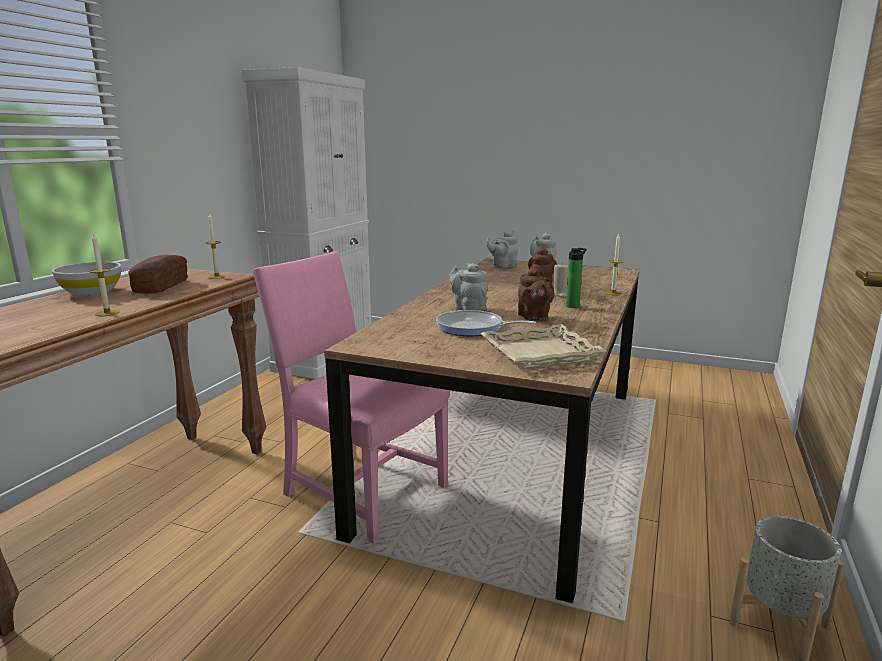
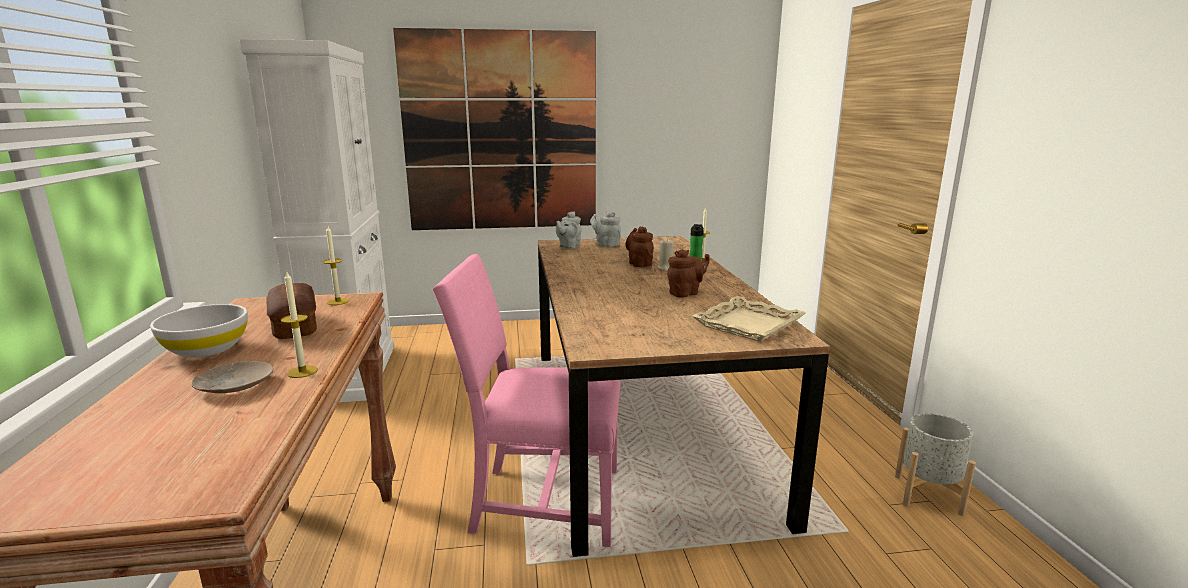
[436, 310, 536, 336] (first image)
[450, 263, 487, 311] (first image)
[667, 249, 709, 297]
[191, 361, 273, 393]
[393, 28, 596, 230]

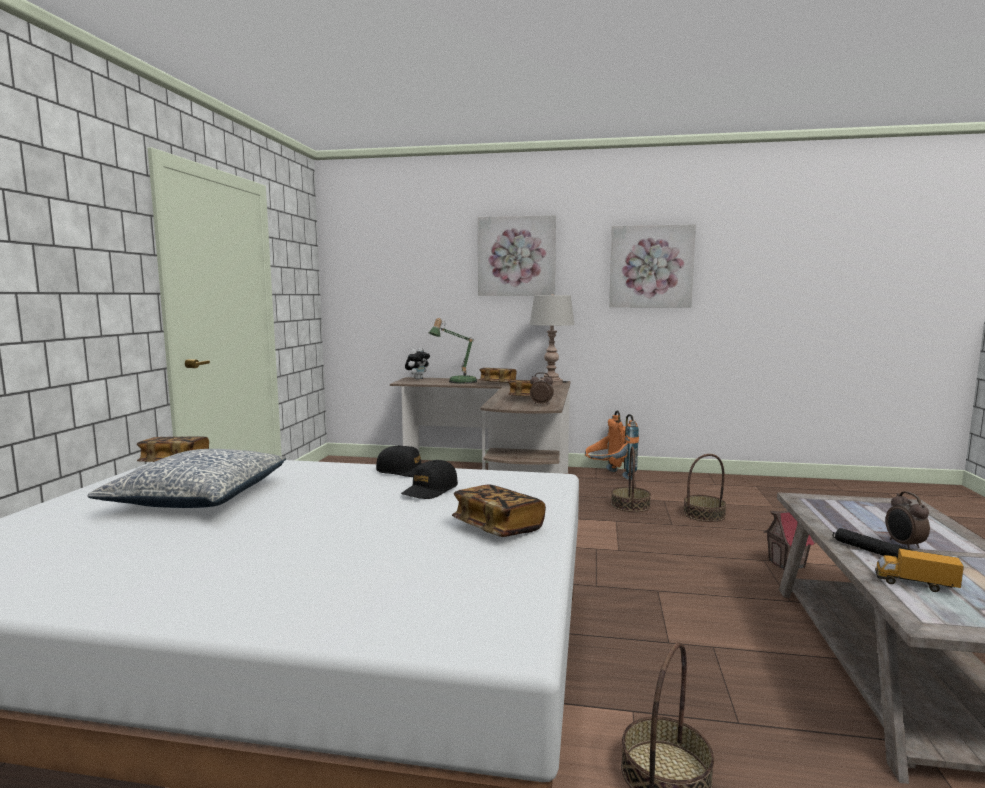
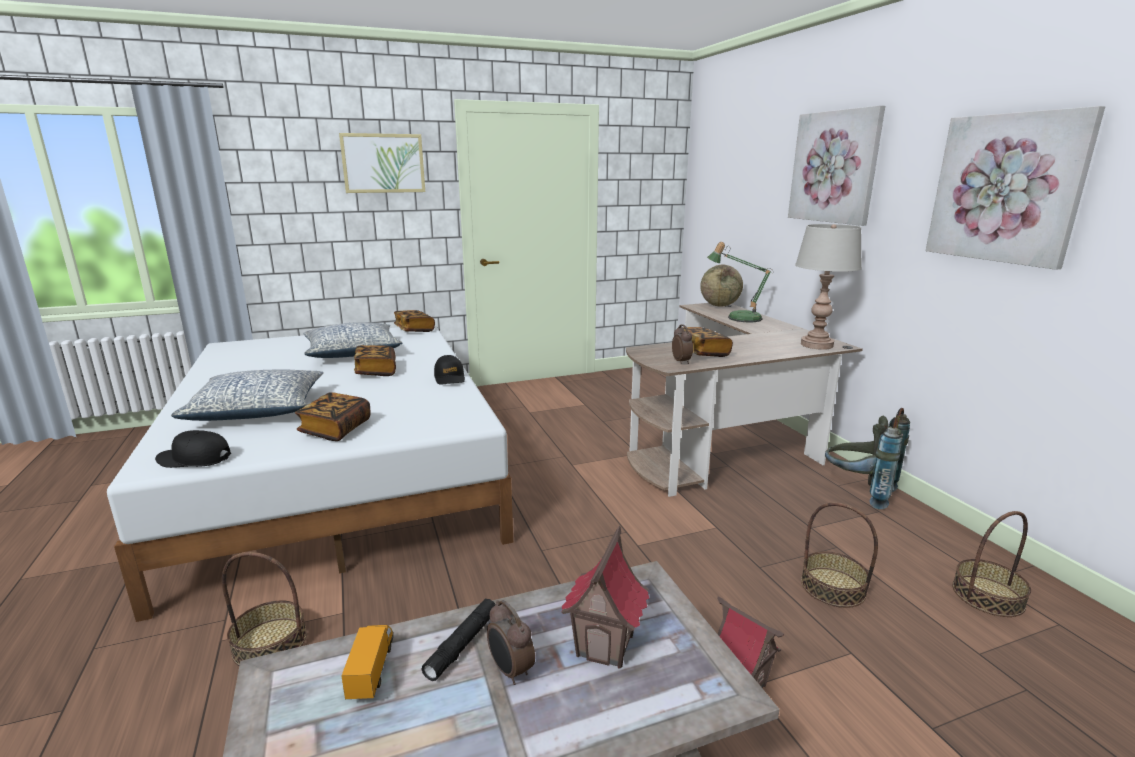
[155, 430, 231, 468]
[700, 265, 743, 307]
[354, 345, 396, 376]
[825, 408, 910, 509]
[952, 511, 1031, 617]
[487, 600, 535, 685]
[171, 370, 324, 421]
[339, 133, 425, 193]
[561, 526, 649, 669]

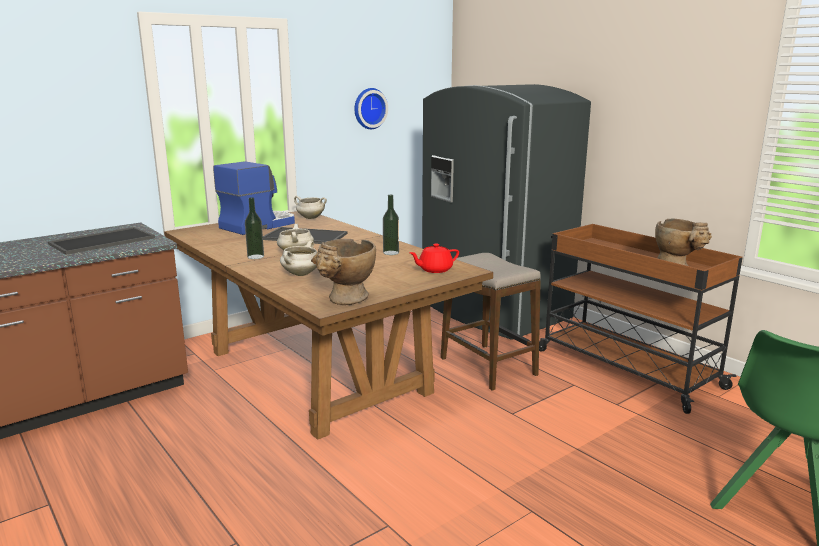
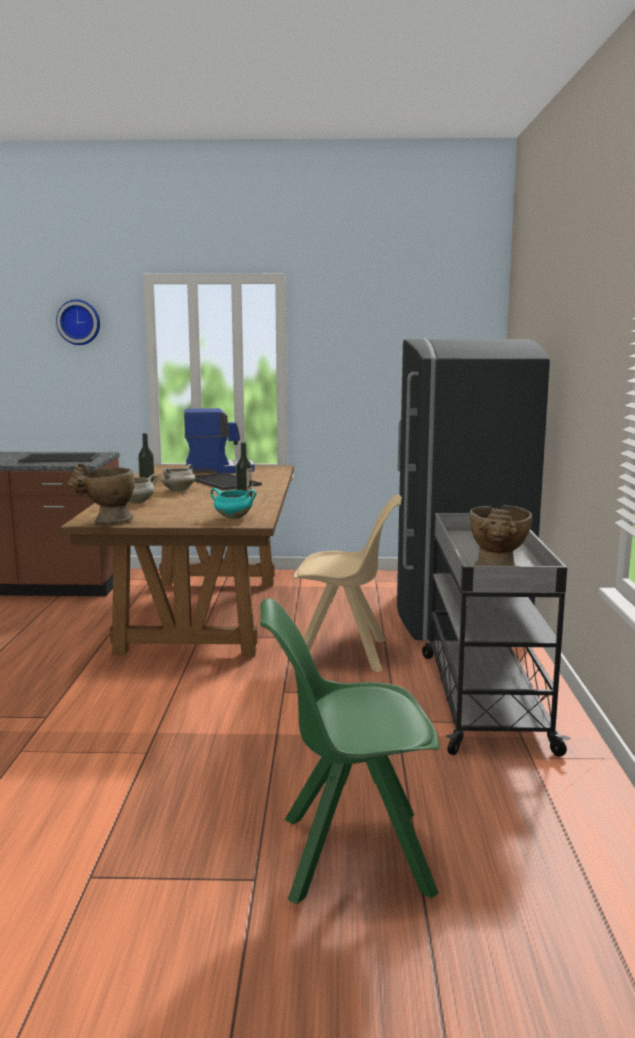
[294, 196, 327, 219] (first image)
[56, 299, 100, 345]
[210, 488, 256, 519]
[293, 494, 402, 672]
[422, 513, 571, 757]

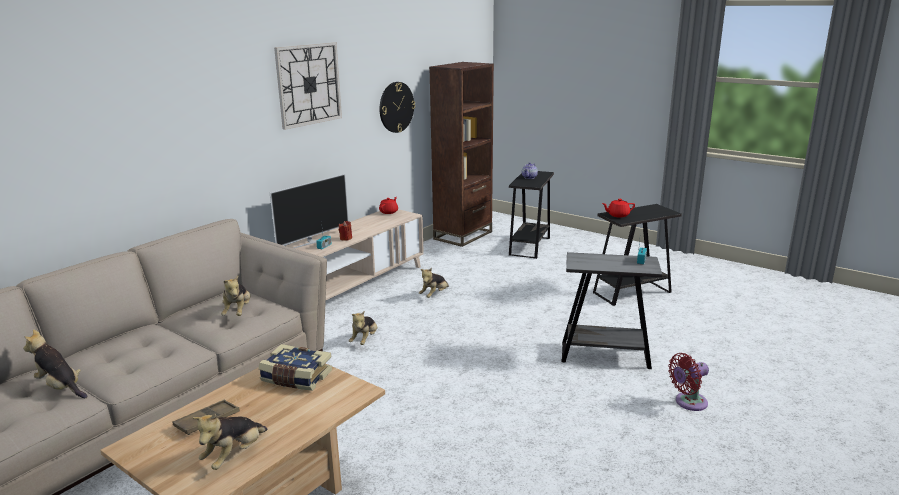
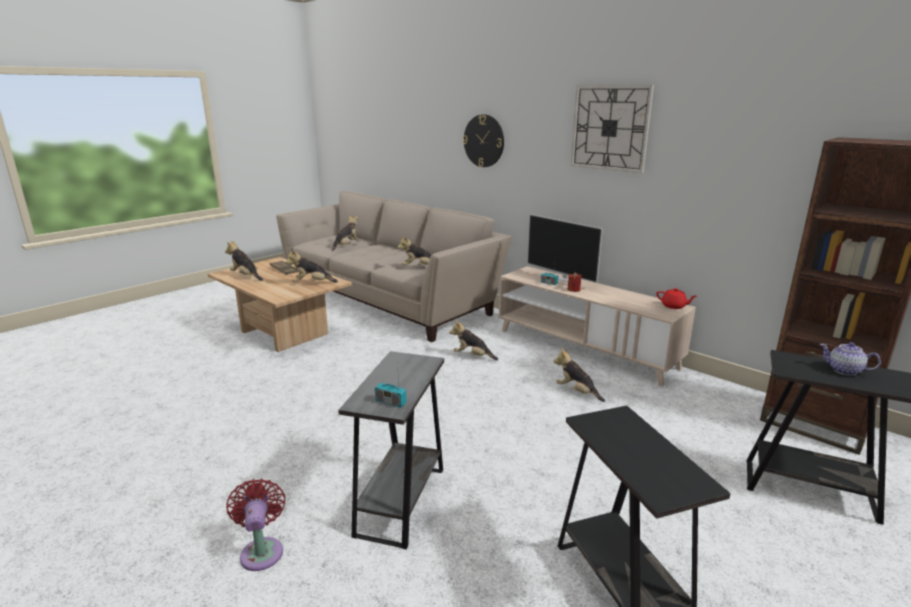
[285, 250, 338, 283]
[463, 115, 504, 167]
[602, 199, 635, 217] (first image)

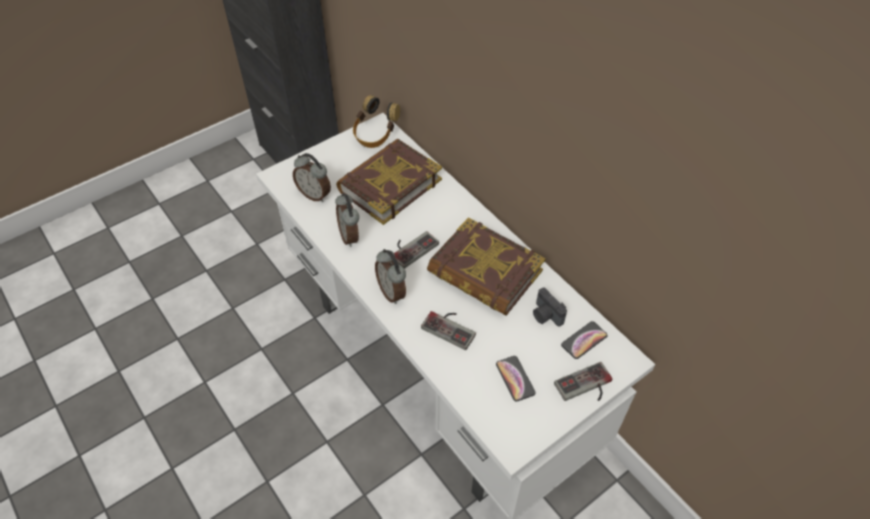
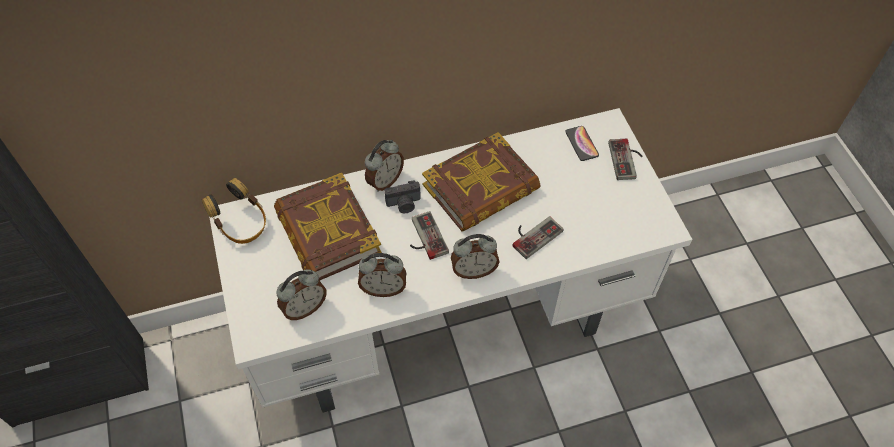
[496, 356, 536, 402] (first image)
[384, 181, 421, 213]
[365, 140, 404, 192]

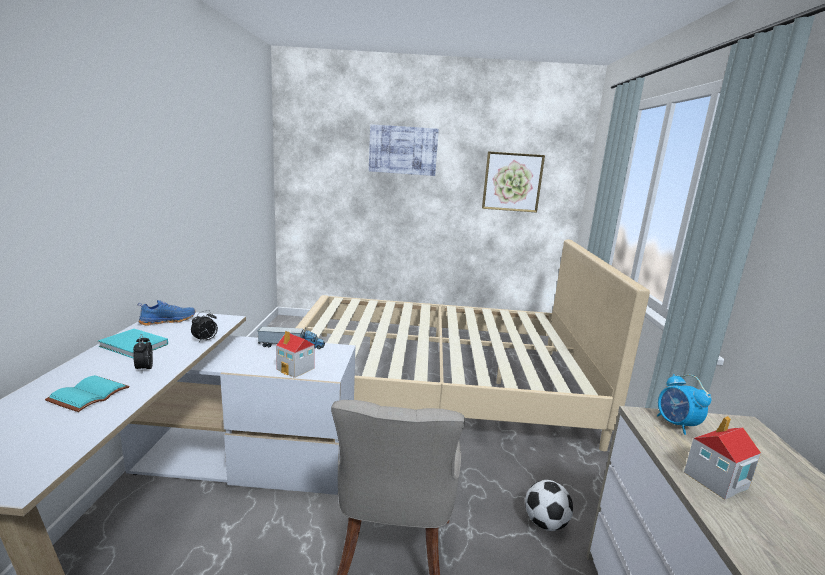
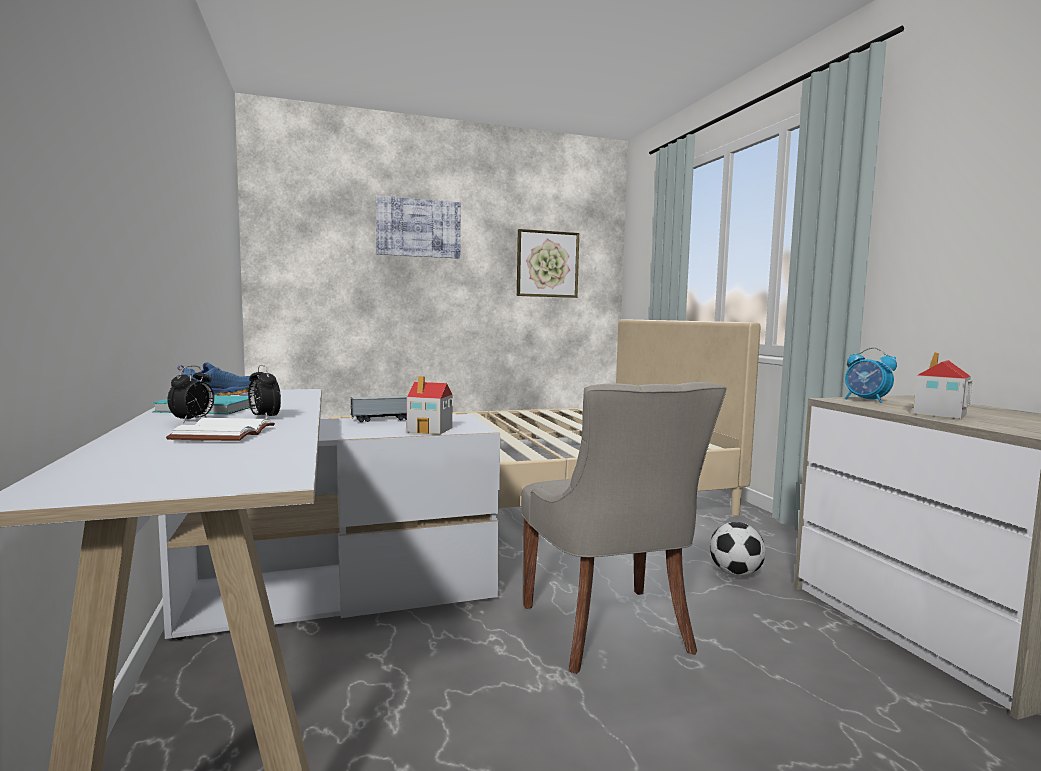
[166, 418, 275, 441]
[168, 365, 214, 423]

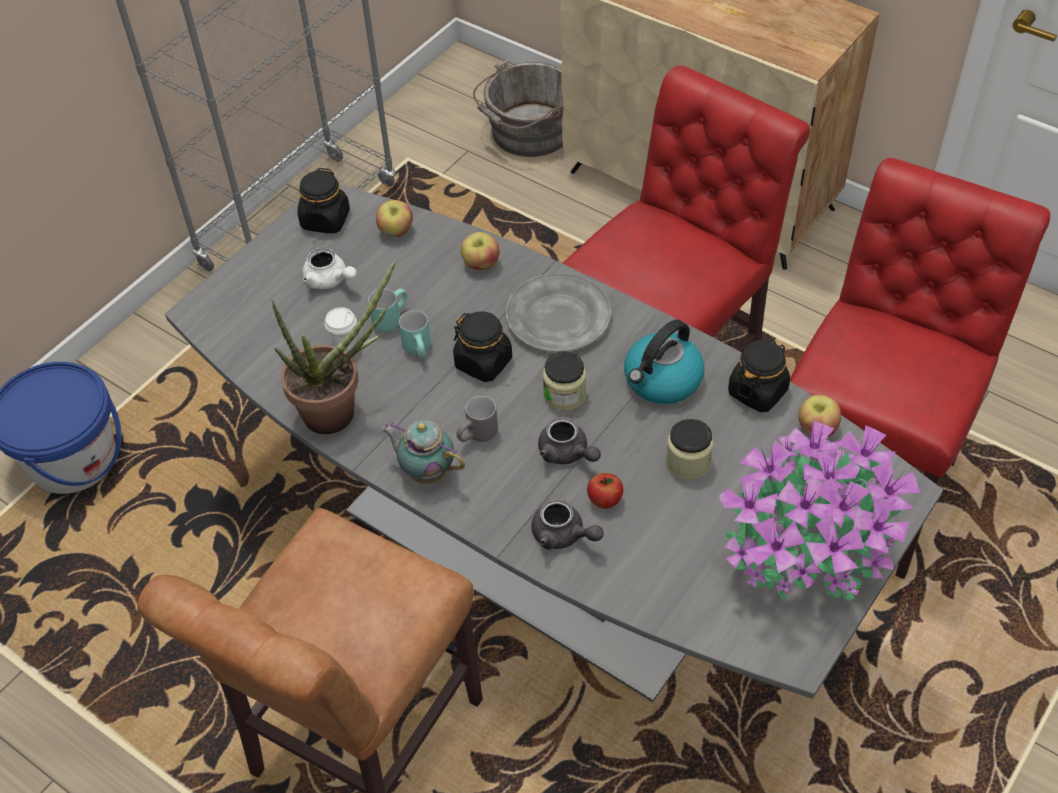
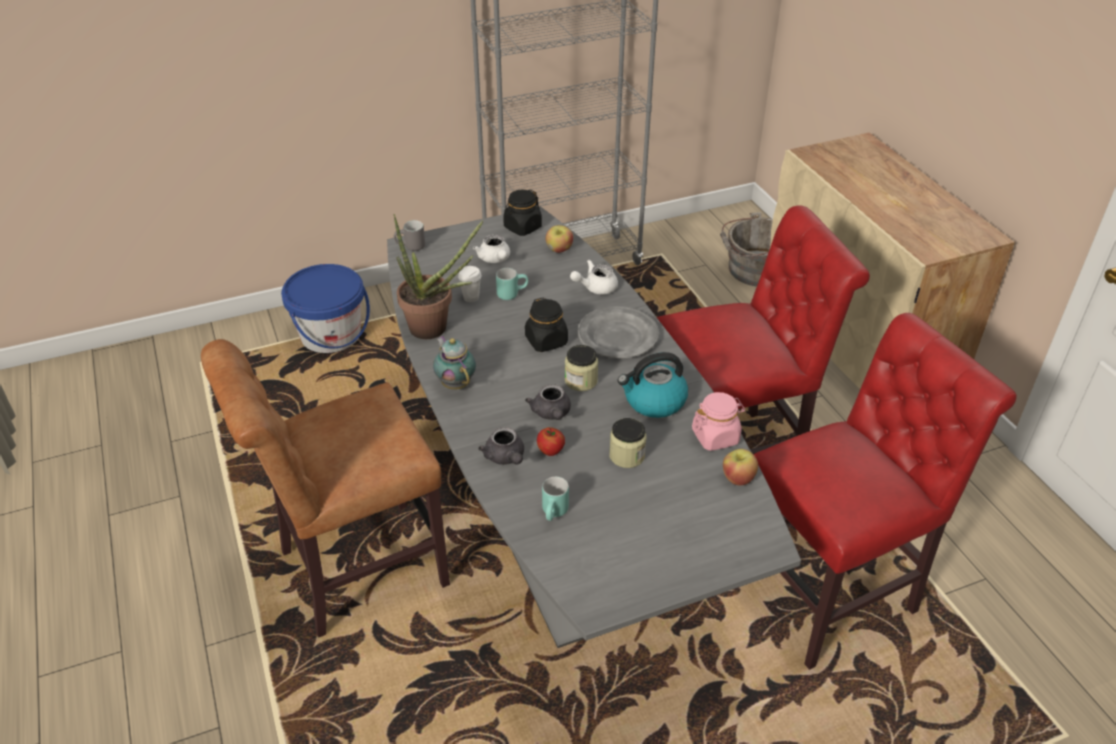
[542, 477, 569, 521]
[394, 220, 425, 251]
[570, 260, 618, 295]
[719, 418, 920, 601] (first image)
[692, 392, 745, 451]

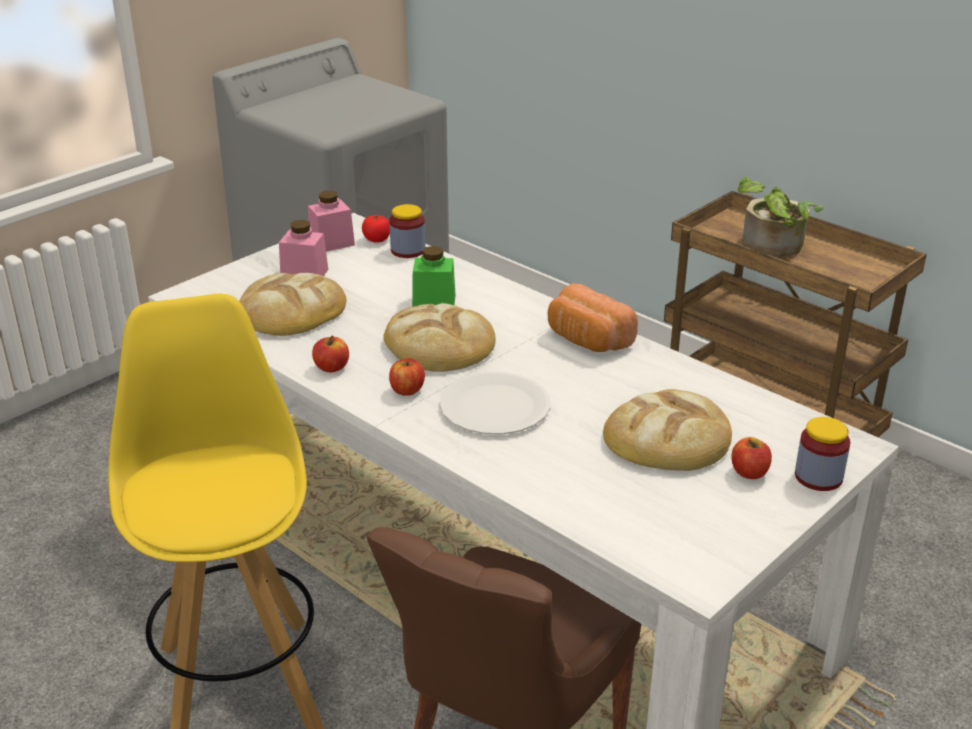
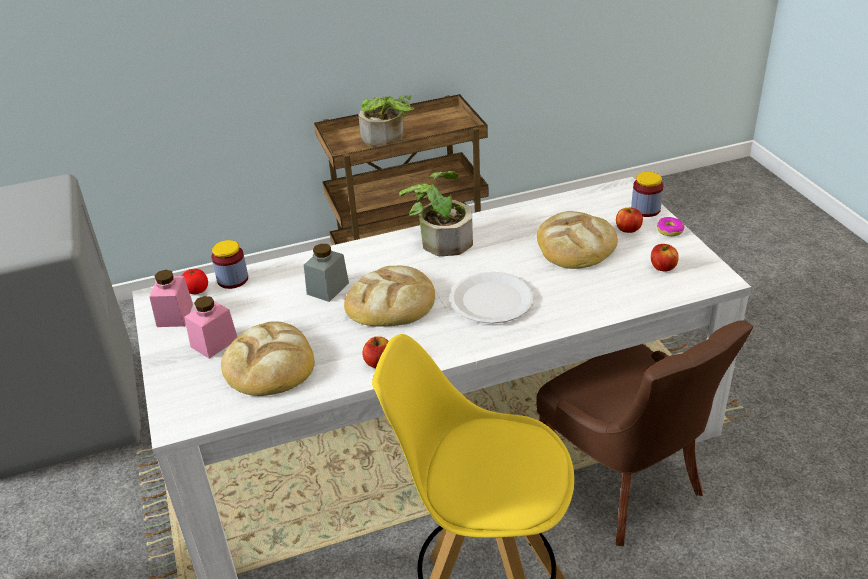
[651, 244, 679, 272]
[304, 244, 349, 302]
[399, 171, 473, 256]
[657, 217, 685, 236]

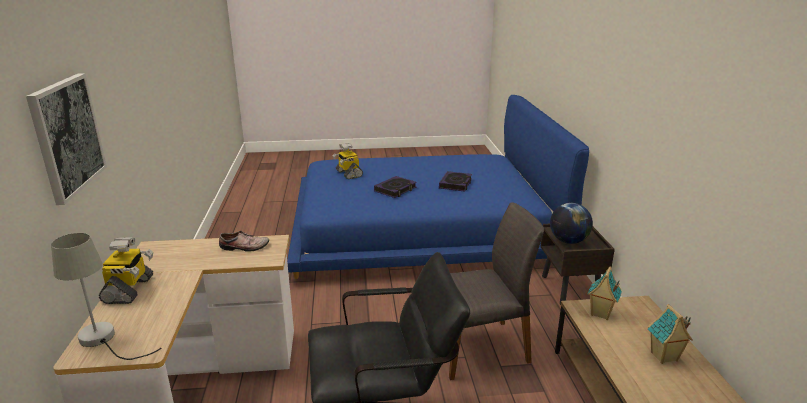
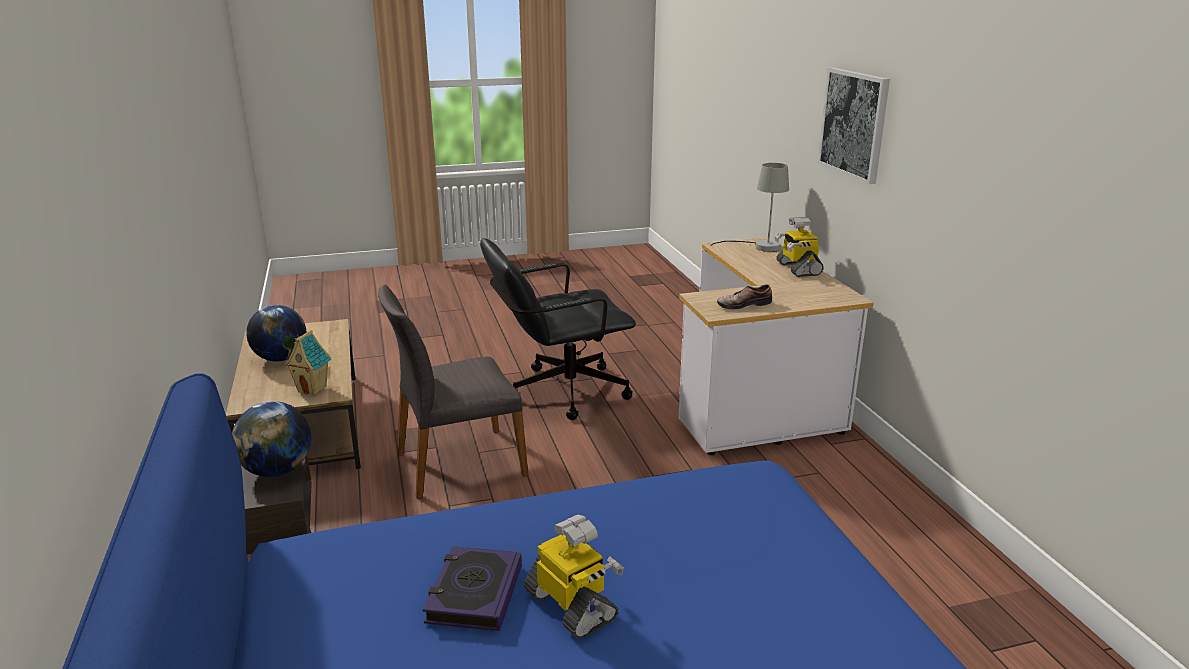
[524, 515, 624, 639]
[374, 176, 417, 198] (first image)
[246, 305, 307, 361]

